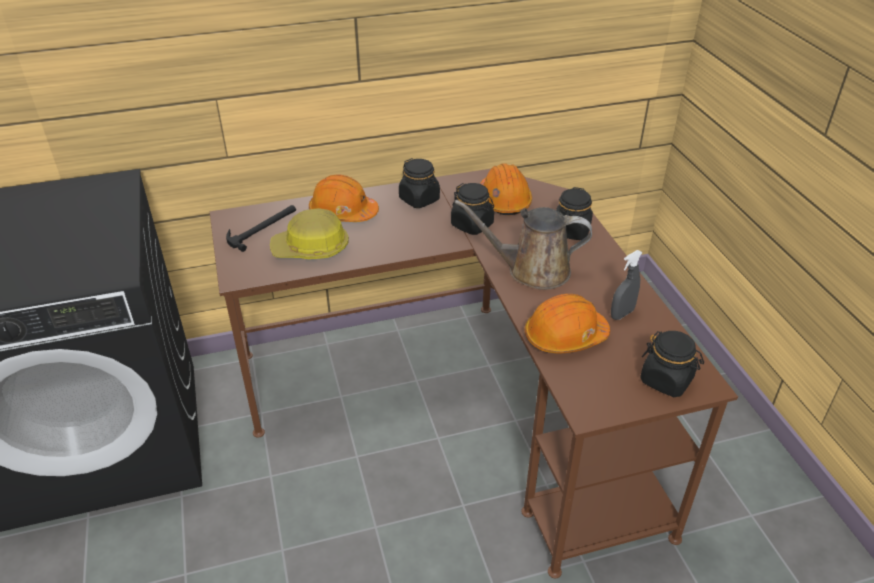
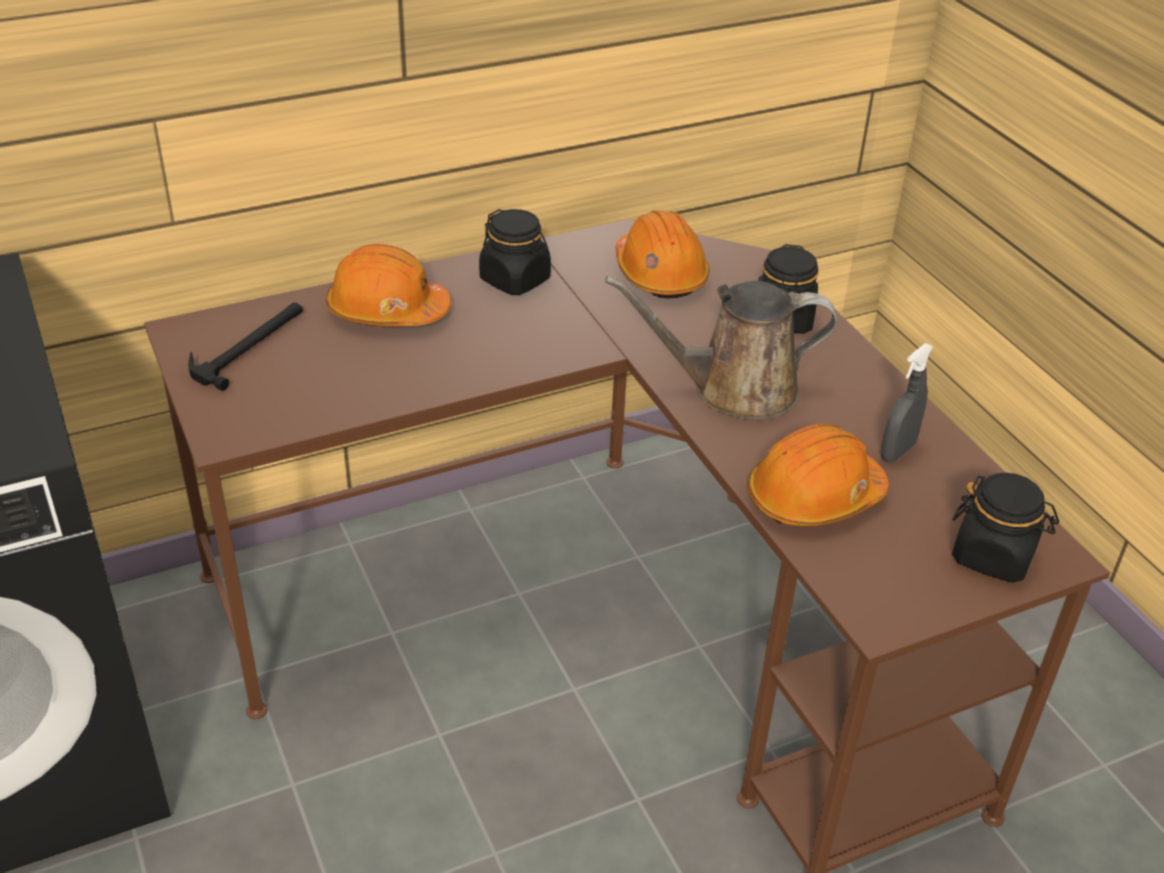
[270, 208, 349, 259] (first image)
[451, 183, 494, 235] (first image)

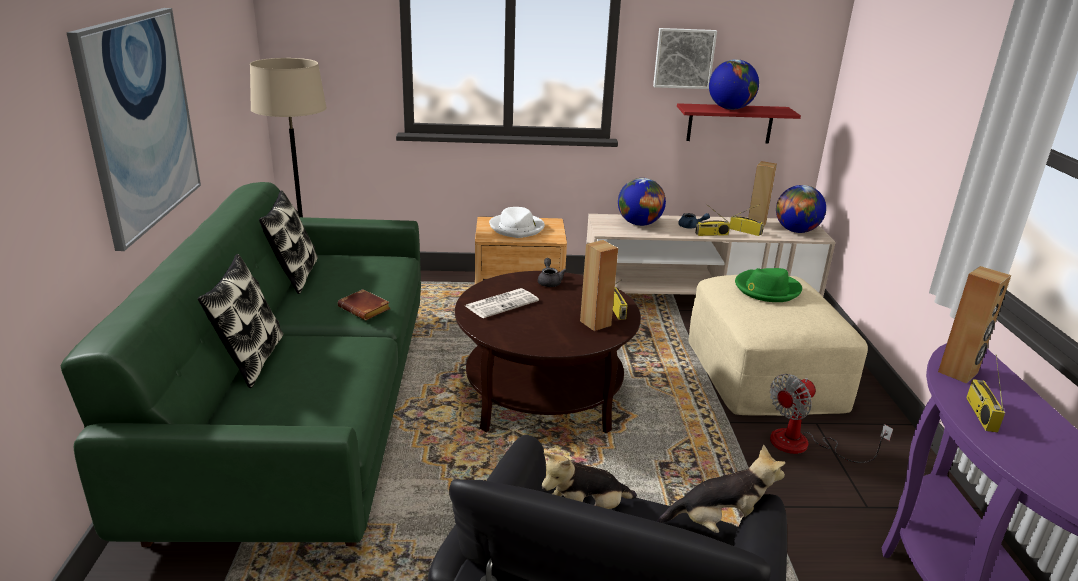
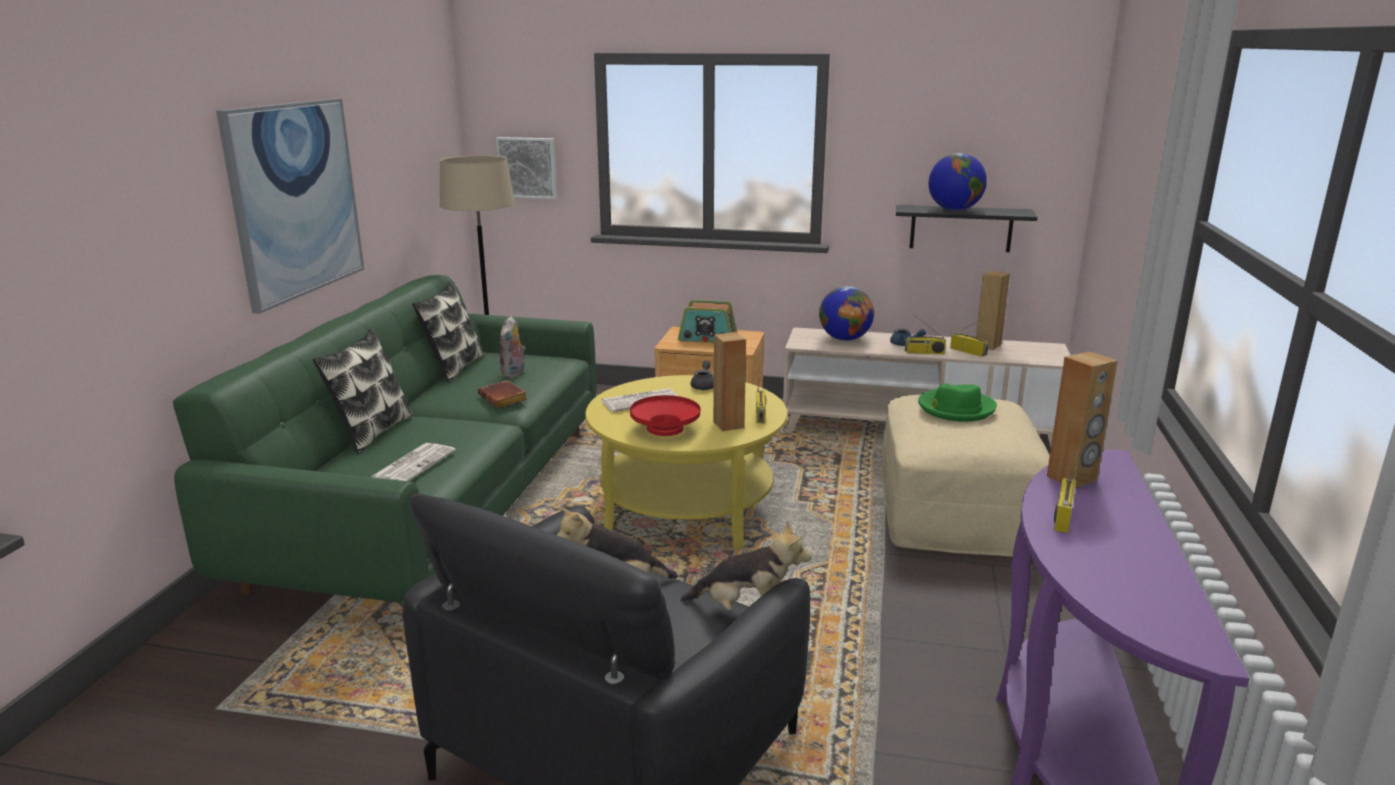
[585, 375, 787, 549]
[678, 300, 737, 343]
[496, 137, 557, 199]
[896, 205, 1037, 252]
[770, 374, 893, 463] (first image)
[776, 185, 826, 233] (first image)
[371, 443, 456, 481]
[499, 316, 526, 378]
[630, 395, 700, 436]

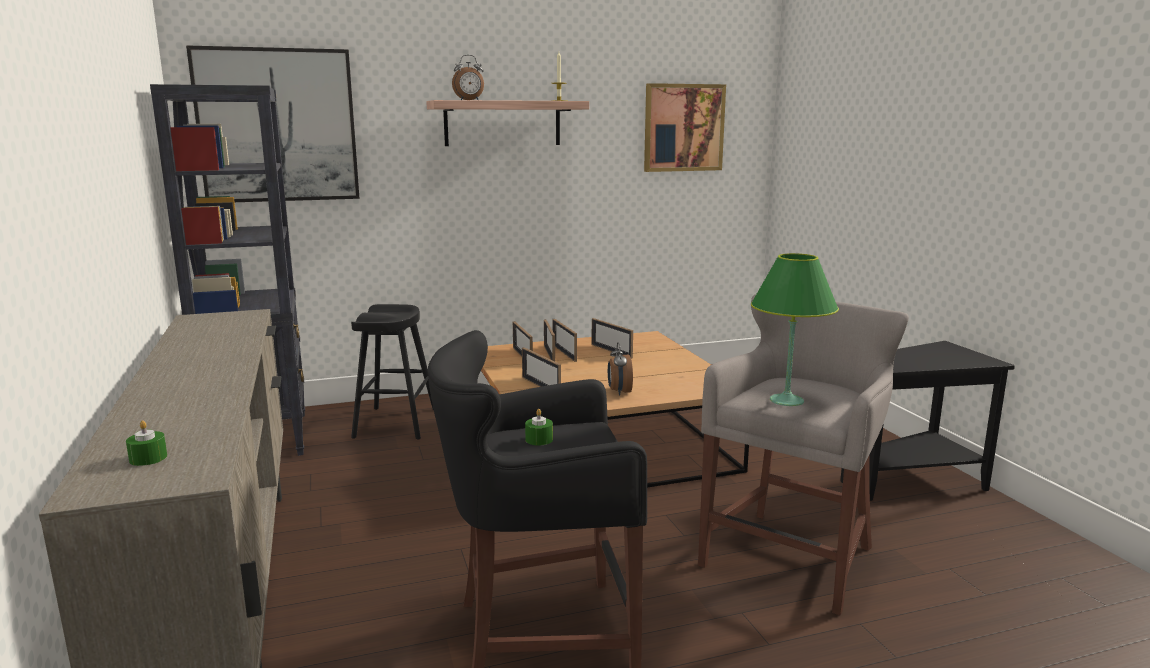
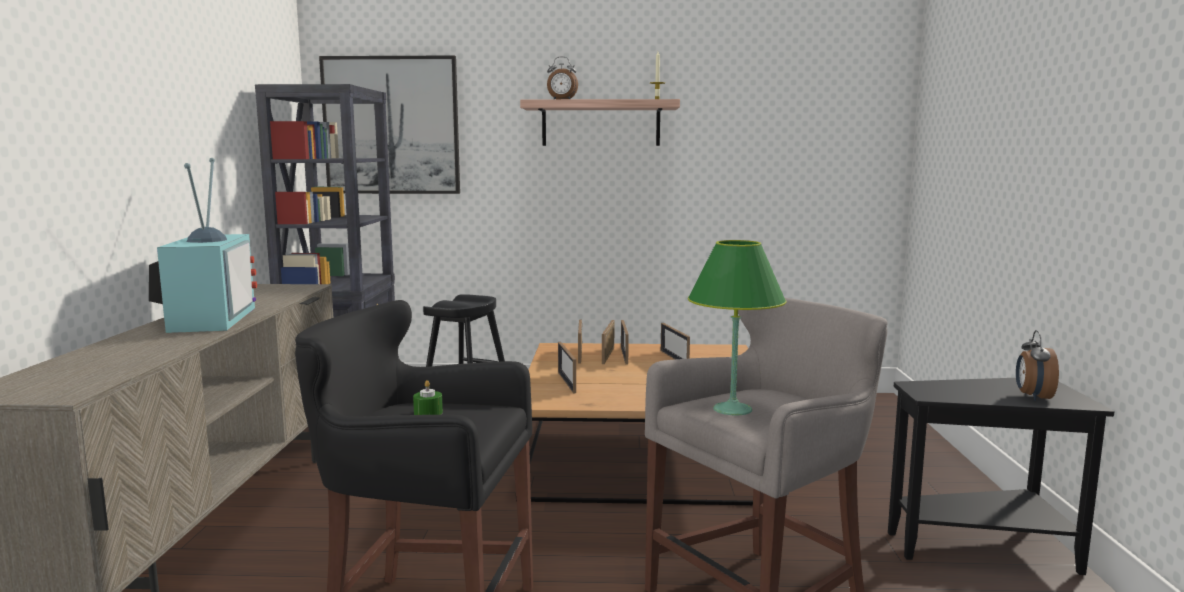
[126, 420, 167, 466] (first image)
[1016, 330, 1059, 401]
[644, 83, 726, 172] (first image)
[149, 158, 257, 333]

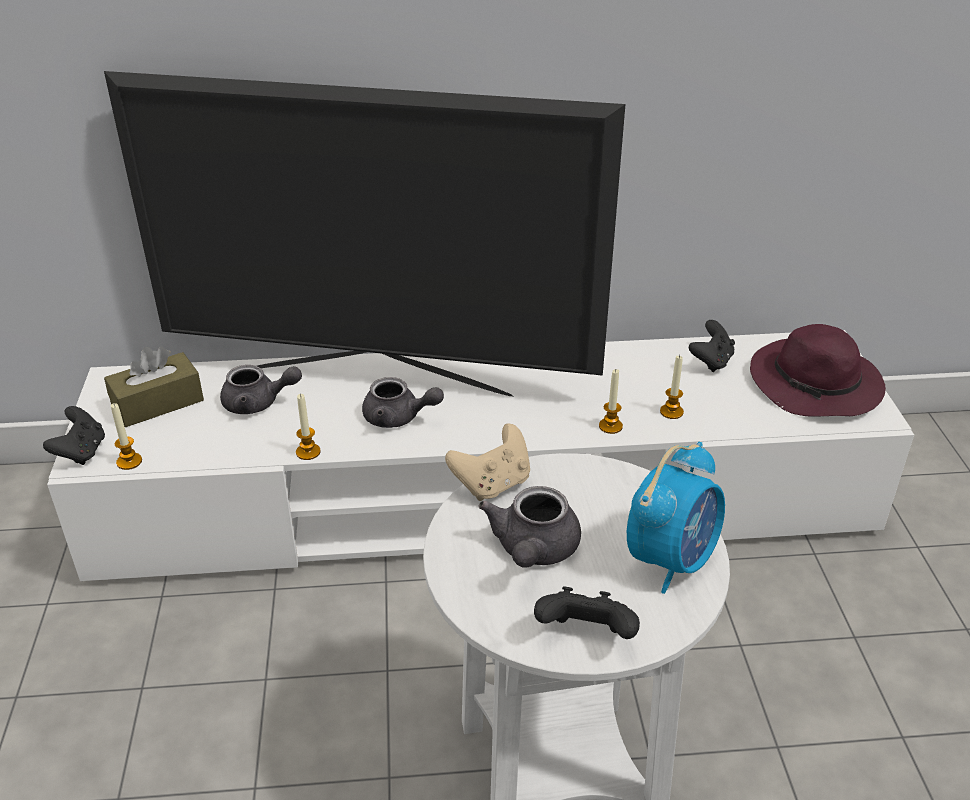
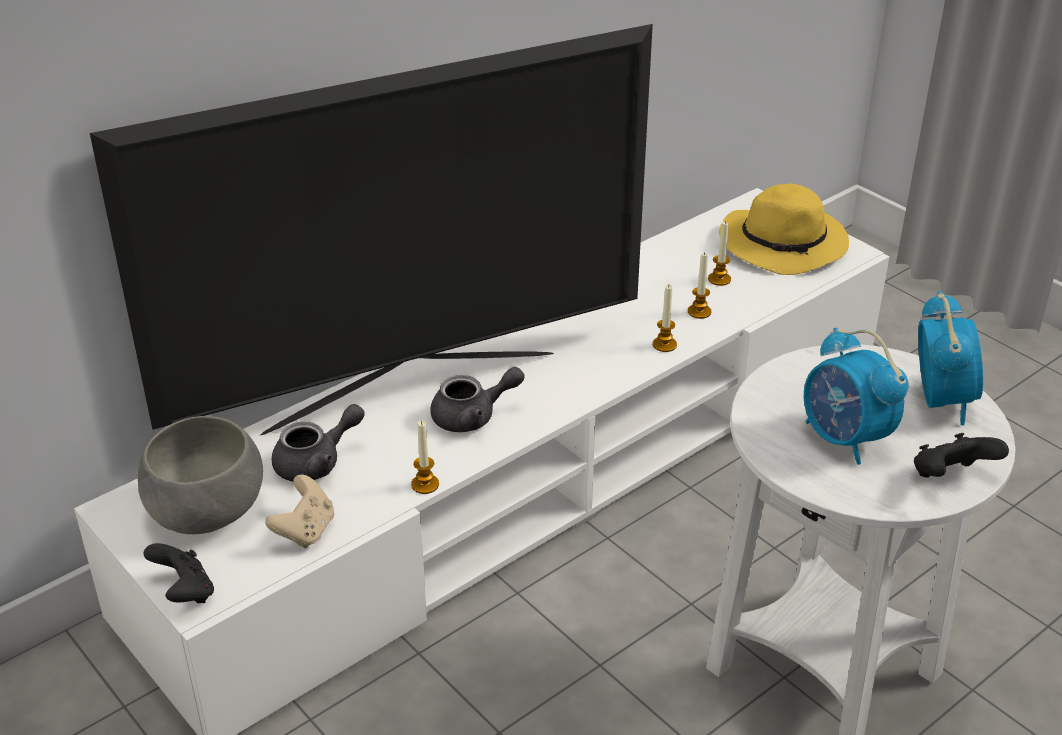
[138, 416, 263, 534]
[708, 221, 731, 286]
[265, 474, 334, 548]
[804, 327, 909, 465]
[689, 320, 735, 372] (first image)
[719, 184, 849, 275]

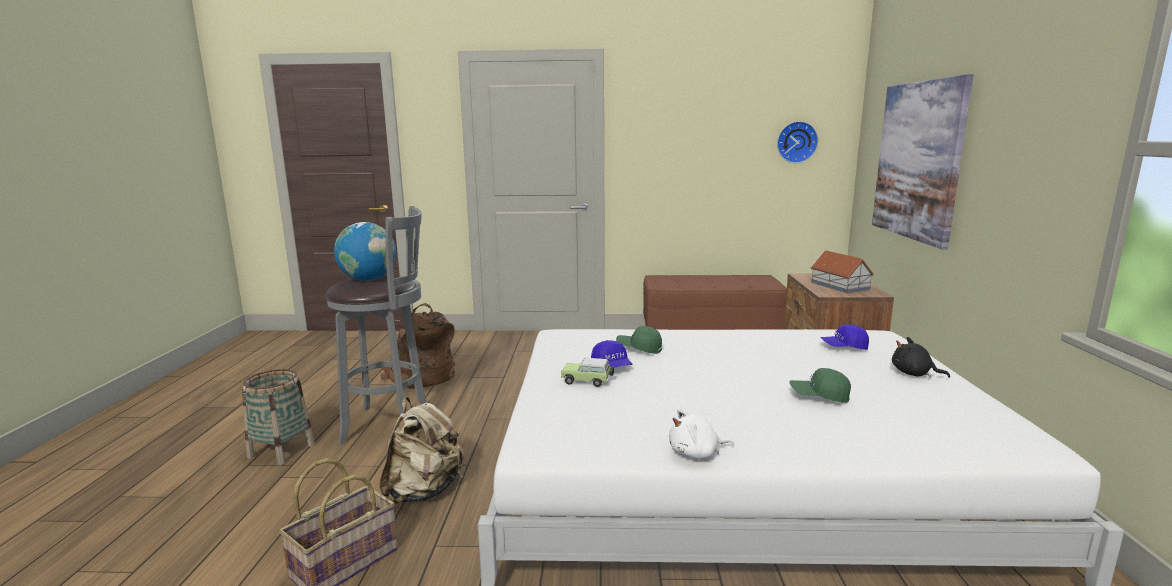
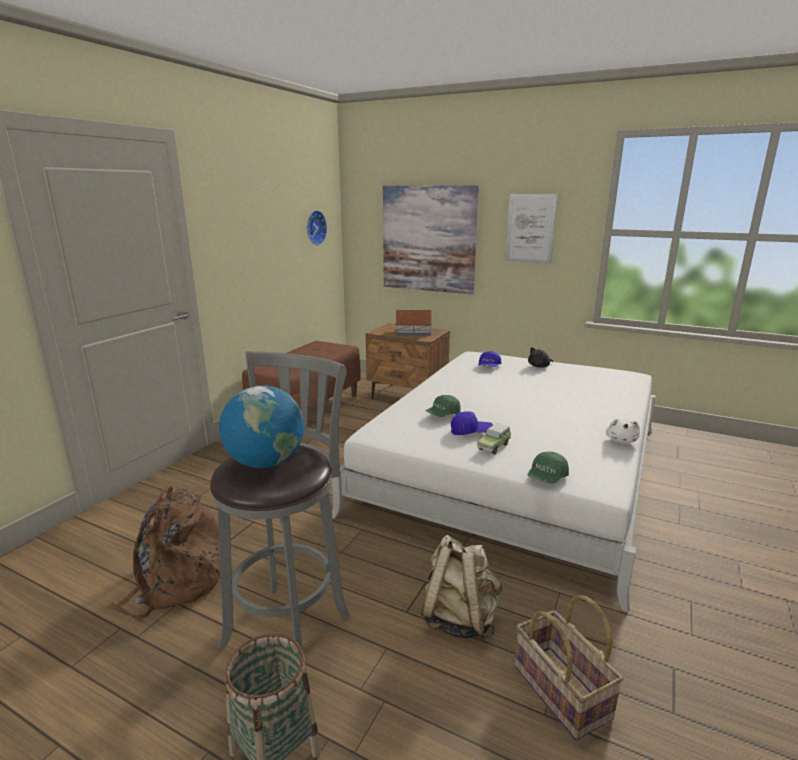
[527, 452, 569, 484]
[505, 194, 558, 264]

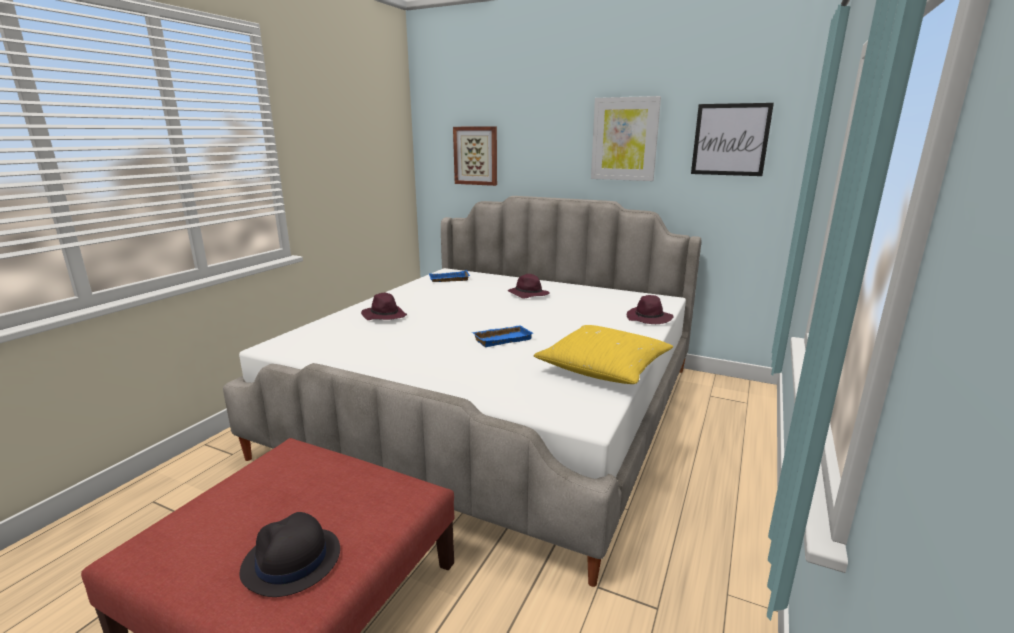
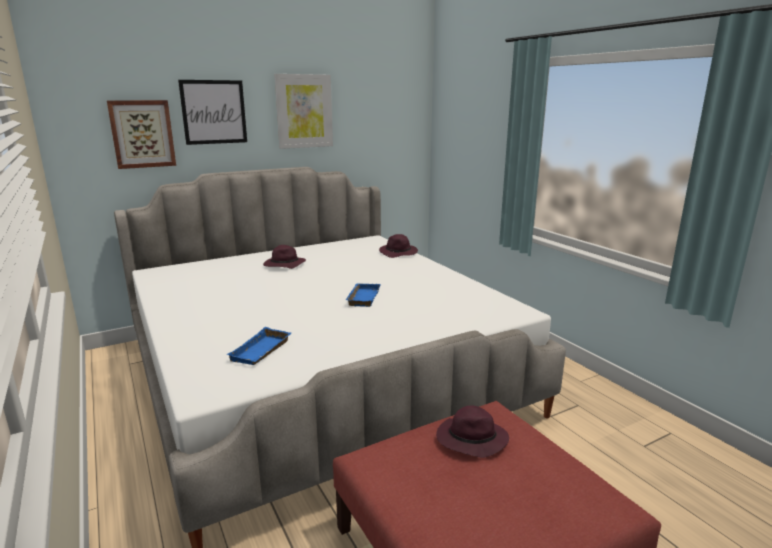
[240, 512, 340, 597] (first image)
[436, 406, 509, 458]
[226, 327, 291, 365]
[533, 325, 673, 384] (first image)
[178, 80, 247, 145]

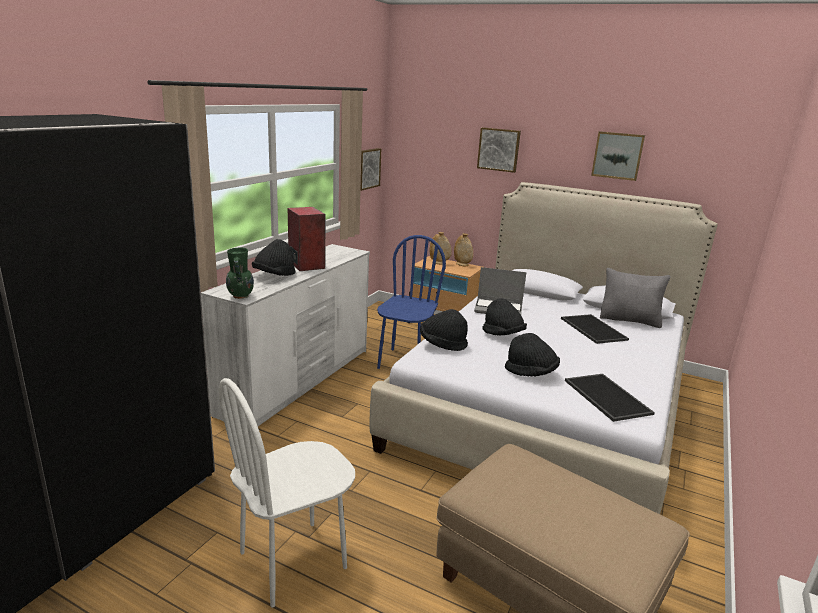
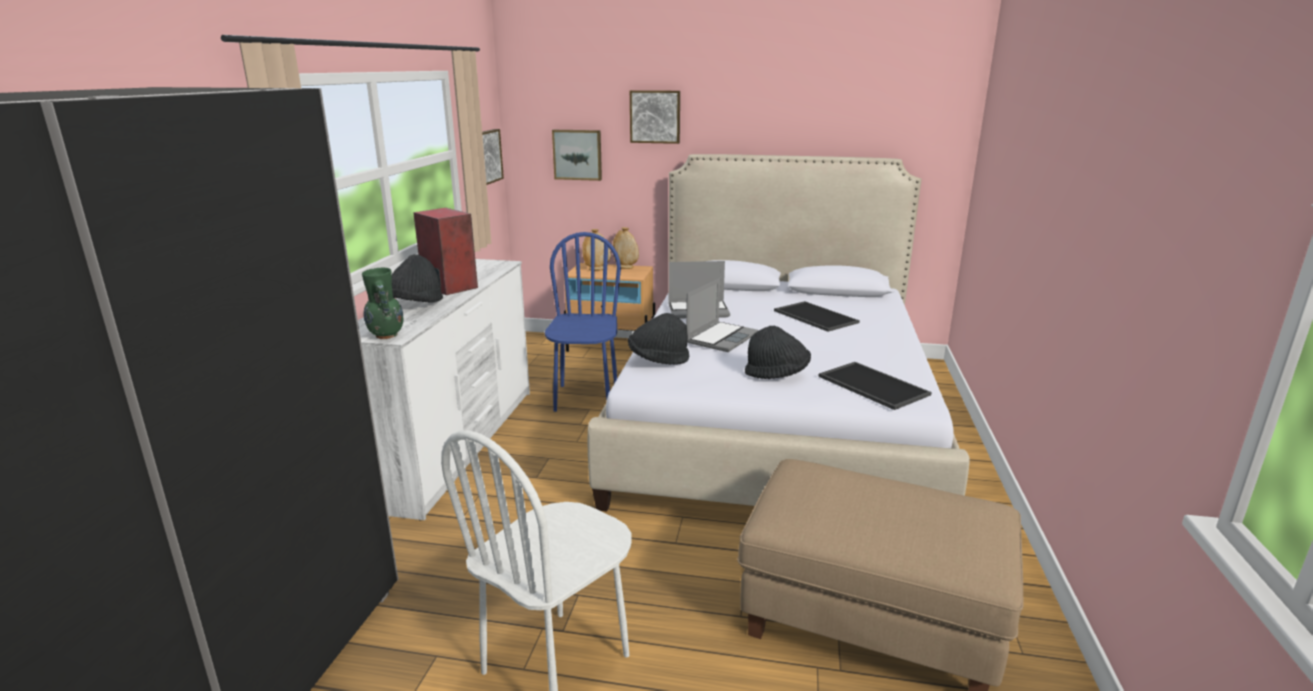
[686, 278, 758, 352]
[552, 130, 602, 181]
[600, 268, 671, 328] (first image)

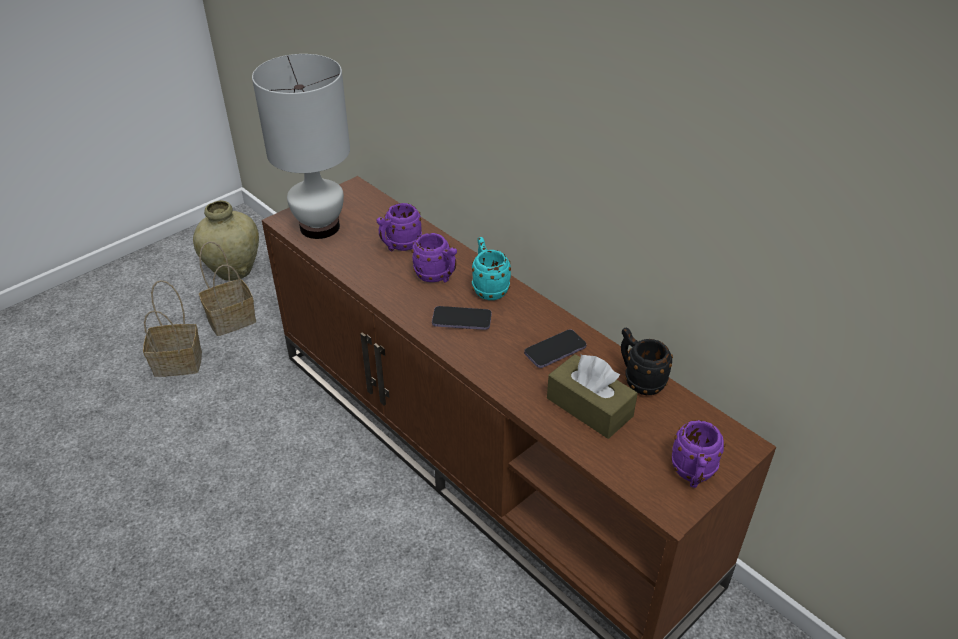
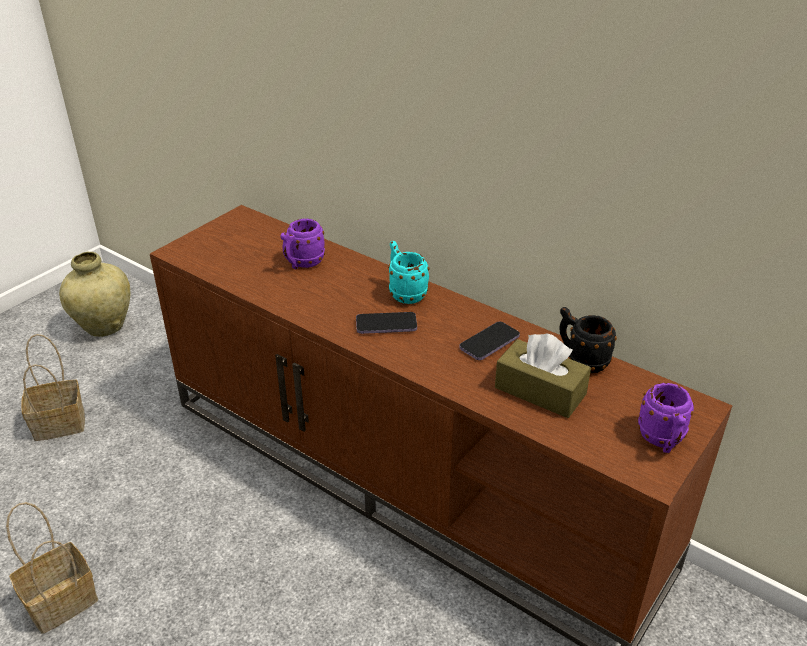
[6, 502, 98, 634]
[252, 54, 350, 239] (first image)
[412, 233, 457, 283] (first image)

